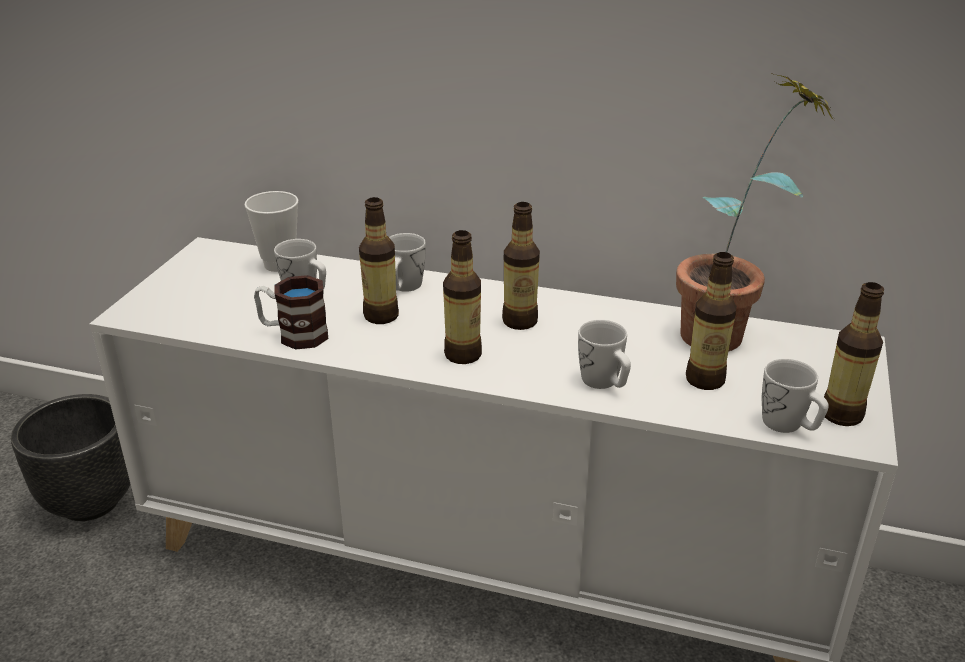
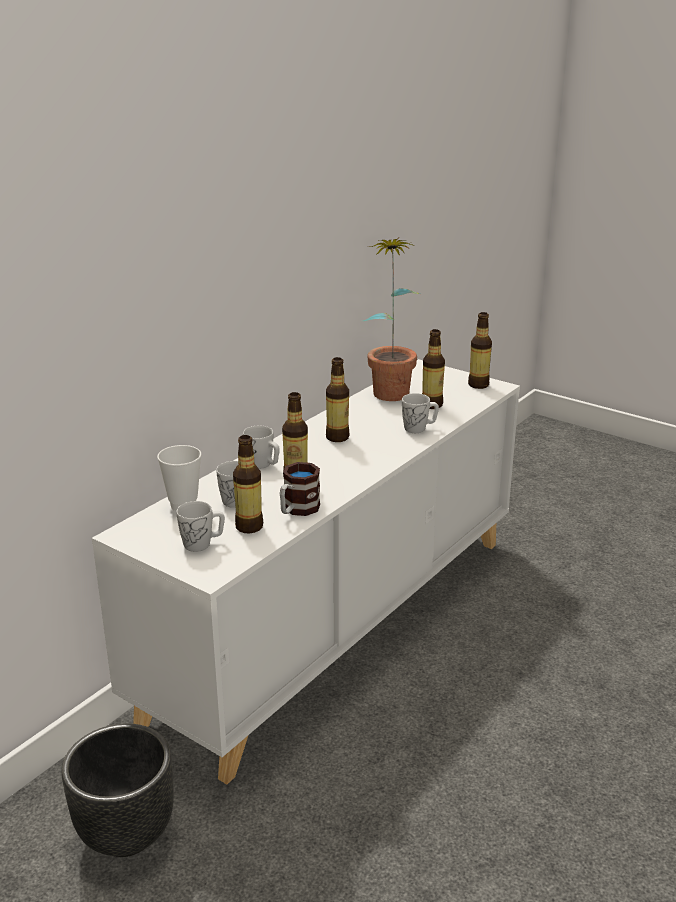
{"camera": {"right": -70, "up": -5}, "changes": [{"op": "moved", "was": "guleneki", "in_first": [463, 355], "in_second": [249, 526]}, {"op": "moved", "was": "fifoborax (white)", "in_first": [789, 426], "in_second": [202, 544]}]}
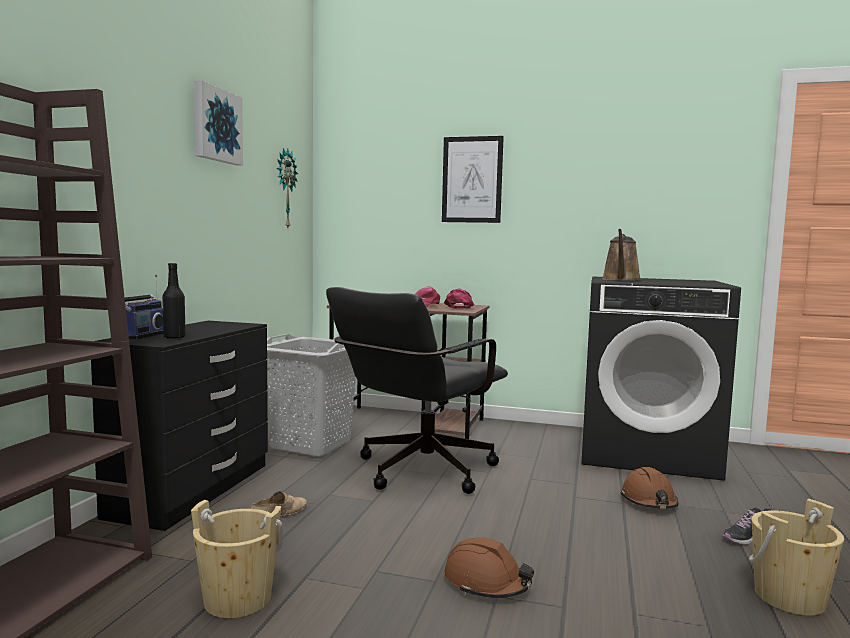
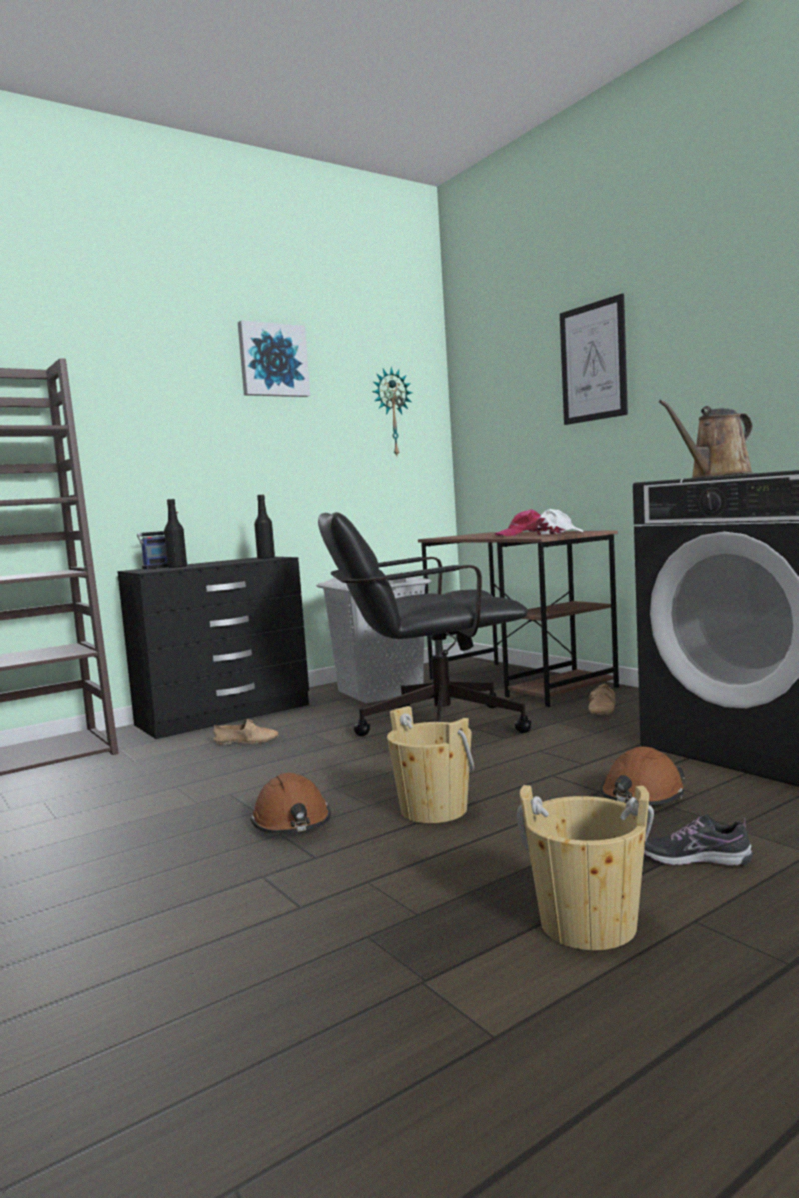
{"camera": {"right": 40, "up": 0}, "changes": [{"op": "recoloured", "was": "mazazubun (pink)", "now": "mazazubun (white)", "in_first": [460, 307], "in_second": [558, 534]}, {"op": "moved", "was": "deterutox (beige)", "in_first": [238, 599], "in_second": [434, 810]}, {"op": "added", "now": "guleneki (black)", "in_second": [266, 558]}, {"op": "added", "now": "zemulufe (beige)", "in_second": [604, 709]}]}
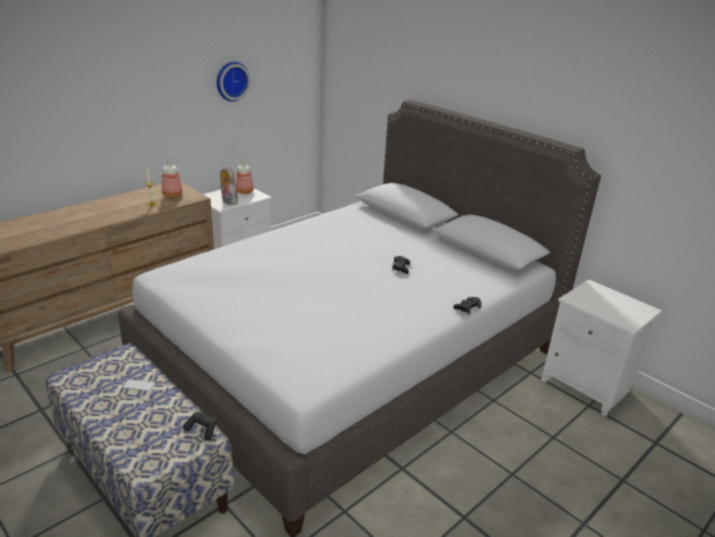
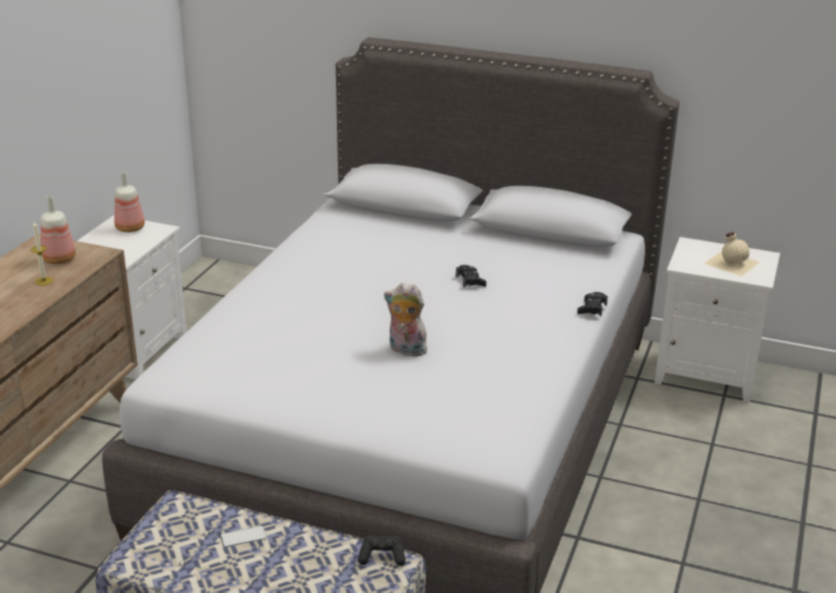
{"camera": {"right": -25, "up": 0}, "changes": [{"op": "removed", "was": "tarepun", "in_first": [231, 81]}, {"op": "moved", "was": "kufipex", "in_first": [228, 201], "in_second": [405, 350]}, {"op": "added", "now": "guleneki (beige)", "in_second": [731, 262]}]}
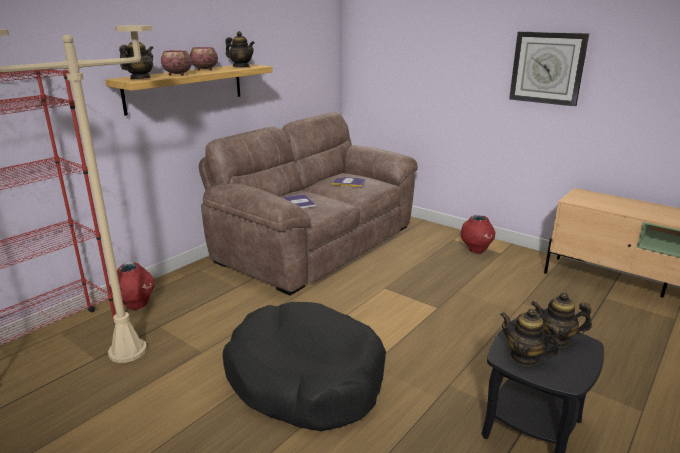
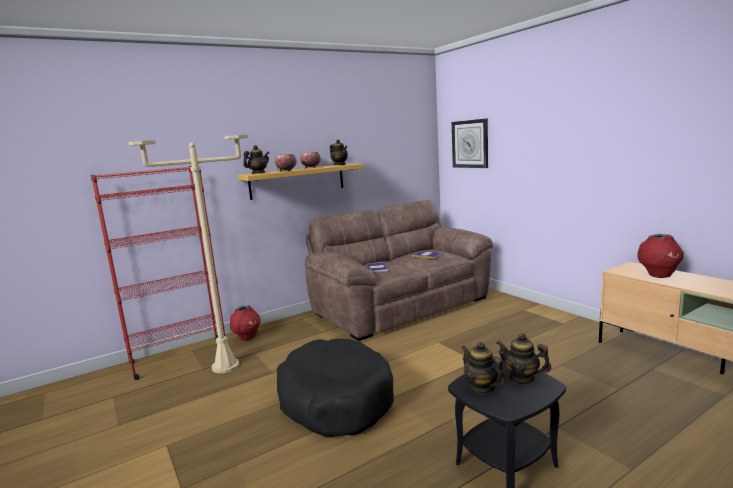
{"camera": {"right": 20, "up": -10}, "changes": [{"op": "moved", "was": "tarepun", "in_first": [547, 68], "in_second": [470, 144]}, {"op": "moved", "was": "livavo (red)", "in_first": [476, 250], "in_second": [658, 275]}]}
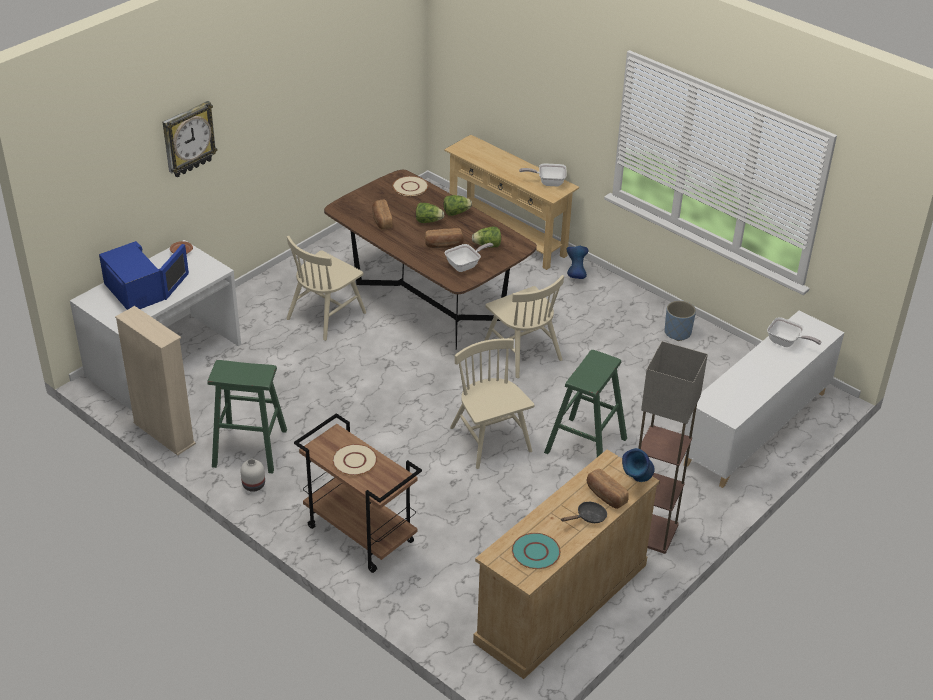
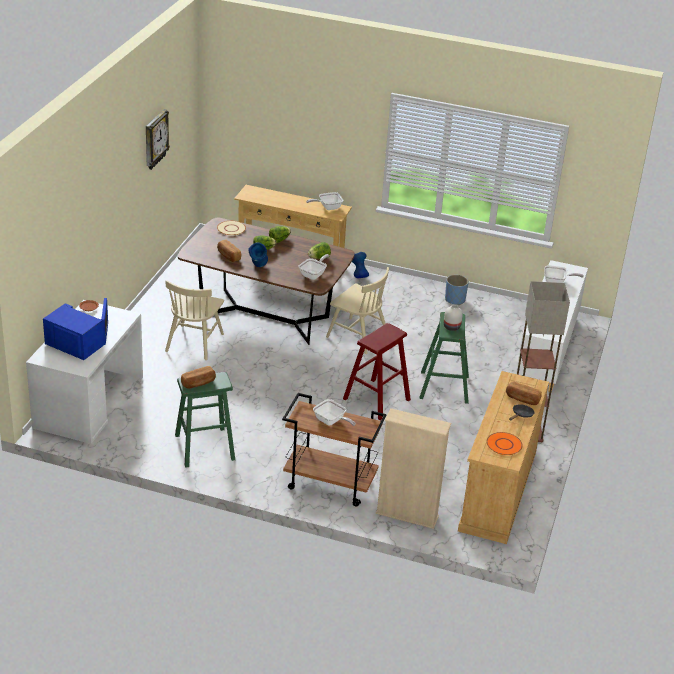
{"camera": {"right": -25, "up": -5}, "changes": [{"op": "moved", "was": "tarepun", "in_first": [188, 139], "in_second": [155, 139]}, {"op": "moved", "was": "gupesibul", "in_first": [444, 245], "in_second": [198, 383]}, {"op": "moved", "was": "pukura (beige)", "in_first": [164, 433], "in_second": [407, 515]}, {"op": "replaced", "was": "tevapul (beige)", "now": "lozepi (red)", "in_first": [490, 440], "in_second": [376, 399]}, {"op": "replaced", "was": "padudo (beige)", "now": "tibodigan", "in_first": [354, 461], "in_second": [331, 422]}, {"op": "moved", "was": "livavo (blue)", "in_first": [636, 482], "in_second": [258, 268]}, {"op": "moved", "was": "livavo (white)", "in_first": [253, 485], "in_second": [451, 327]}, {"op": "recoloured", "was": "padudo (turquoise)", "now": "padudo (orange)", "in_first": [536, 552], "in_second": [504, 445]}]}
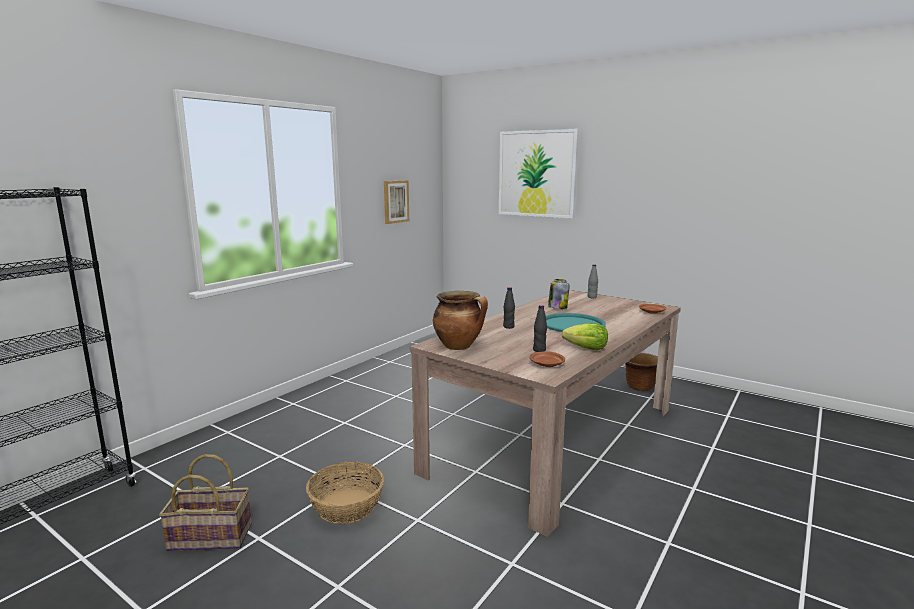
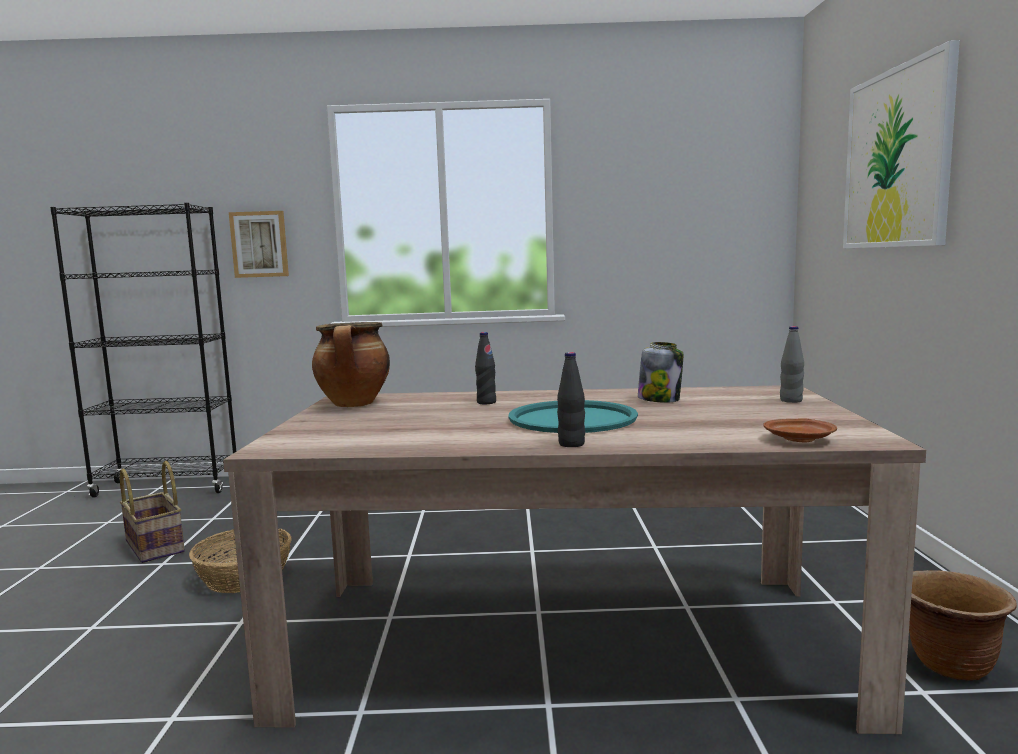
{"camera": {"right": 55, "up": -5}, "changes": [{"op": "moved", "was": "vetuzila", "in_first": [395, 201], "in_second": [259, 244]}, {"op": "moved", "was": "guleneki (black)", "in_first": [539, 350], "in_second": [571, 444]}, {"op": "removed", "was": "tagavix", "in_first": [586, 348]}, {"op": "removed", "was": "padudo (brown)", "in_first": [547, 365]}]}
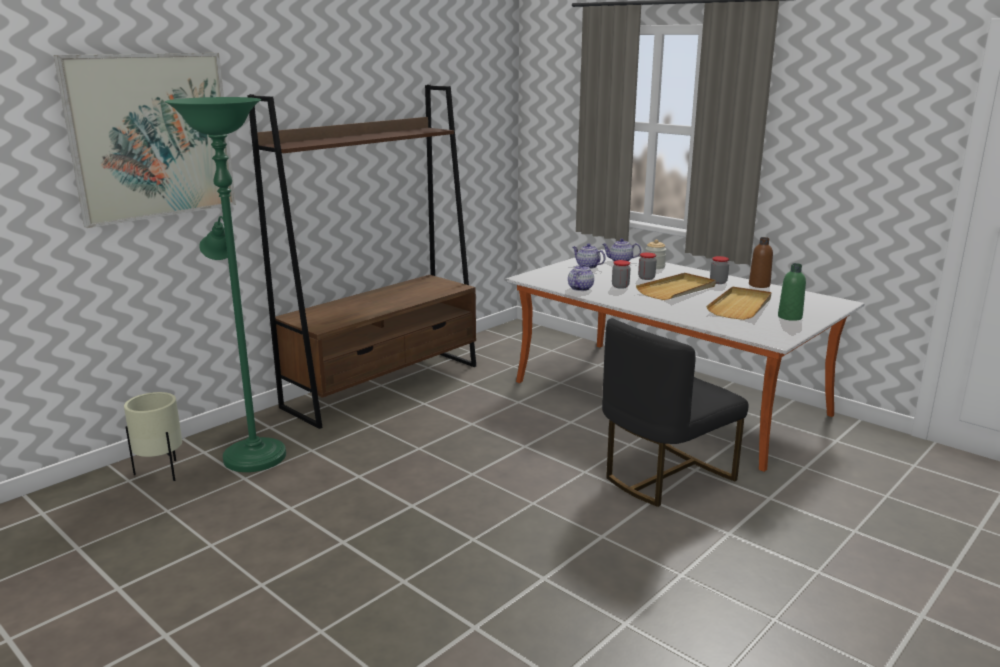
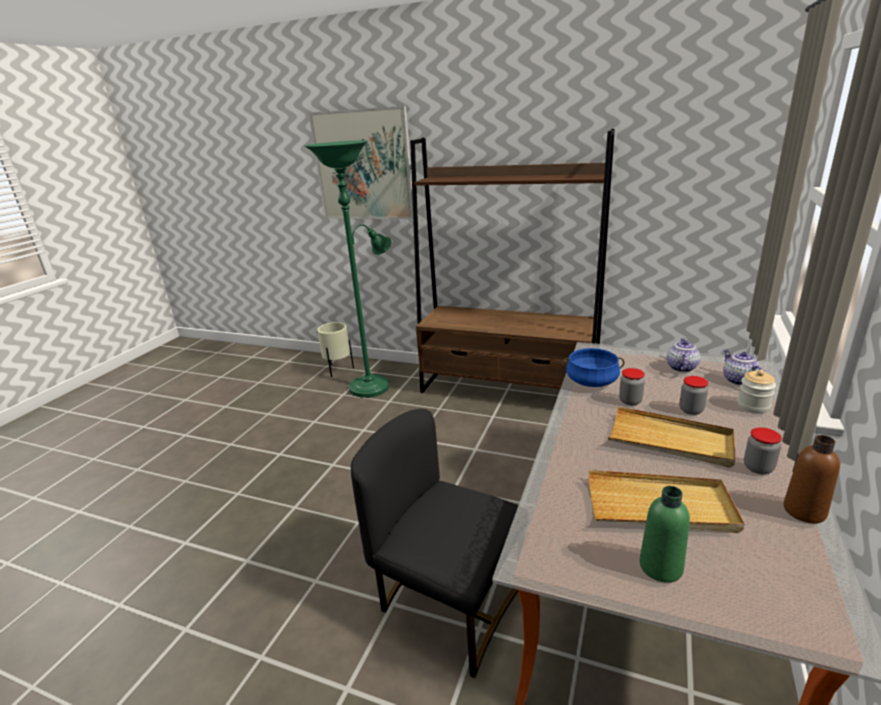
{"camera": {"right": 70, "up": 5}, "changes": [{"op": "replaced", "was": "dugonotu", "now": "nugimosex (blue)", "in_first": [580, 288], "in_second": [592, 381]}]}
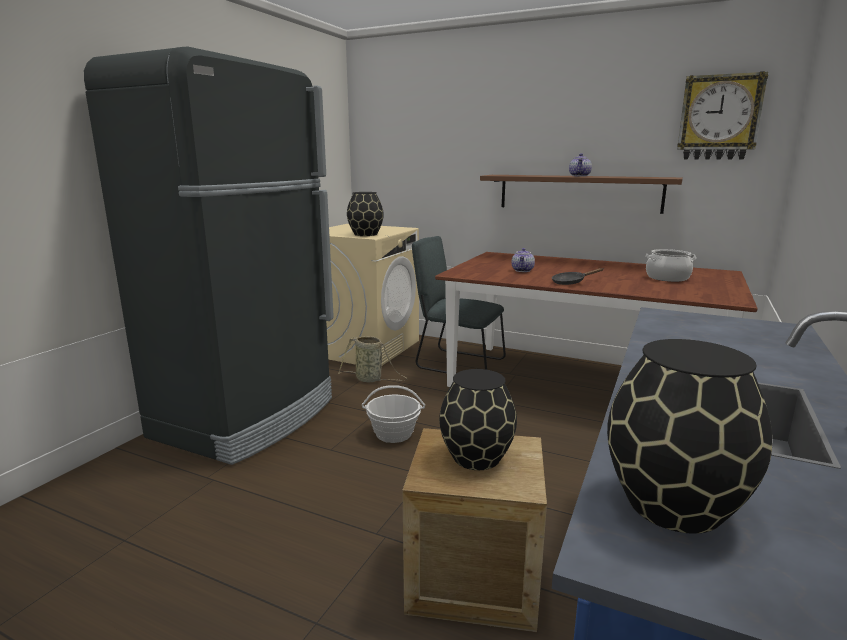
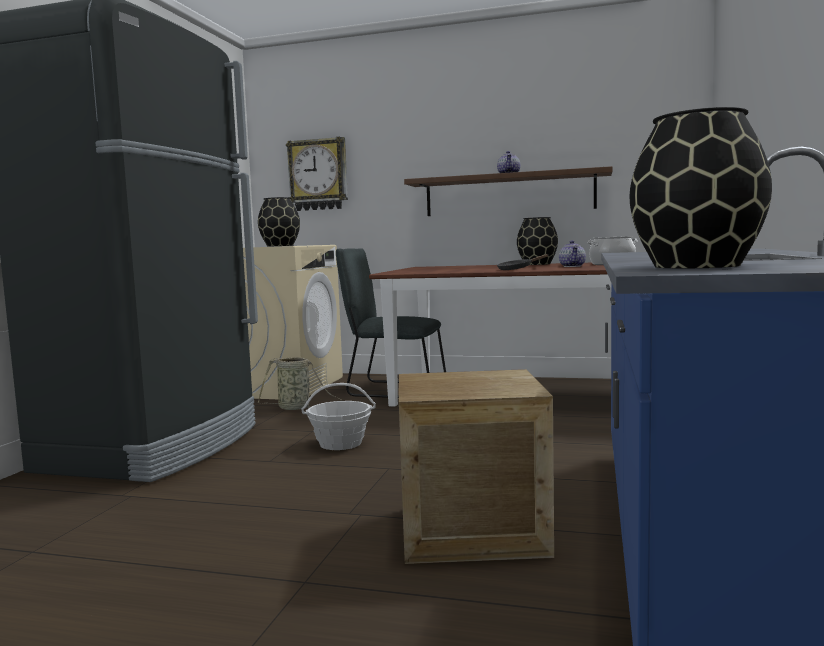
{"camera": {"right": -10, "up": -10}, "changes": [{"op": "moved", "was": "tarepun", "in_first": [719, 118], "in_second": [318, 175]}, {"op": "moved", "was": "dugonotu", "in_first": [523, 270], "in_second": [573, 266]}, {"op": "moved", "was": "livavo (black)", "in_first": [477, 457], "in_second": [538, 264]}]}
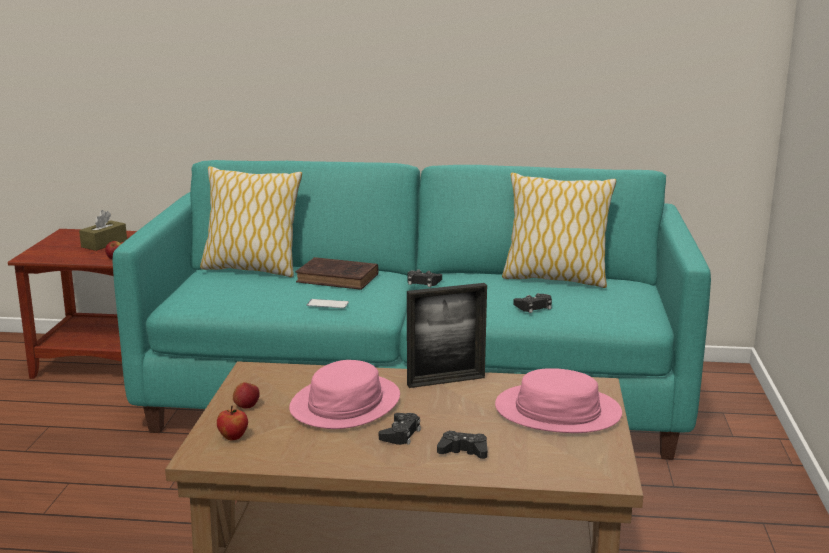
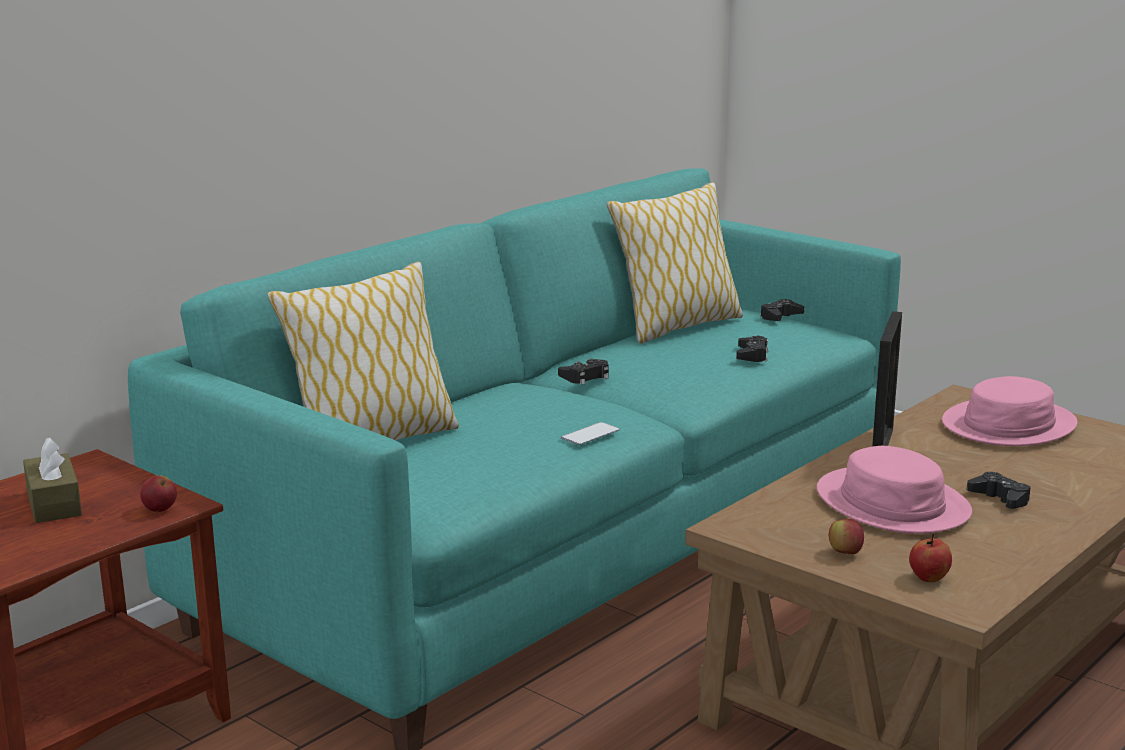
{"camera": {"right": -55, "up": 0}, "changes": [{"op": "removed", "was": "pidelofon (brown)", "in_first": [339, 278]}, {"op": "moved", "was": "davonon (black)", "in_first": [463, 451], "in_second": [780, 316]}]}
